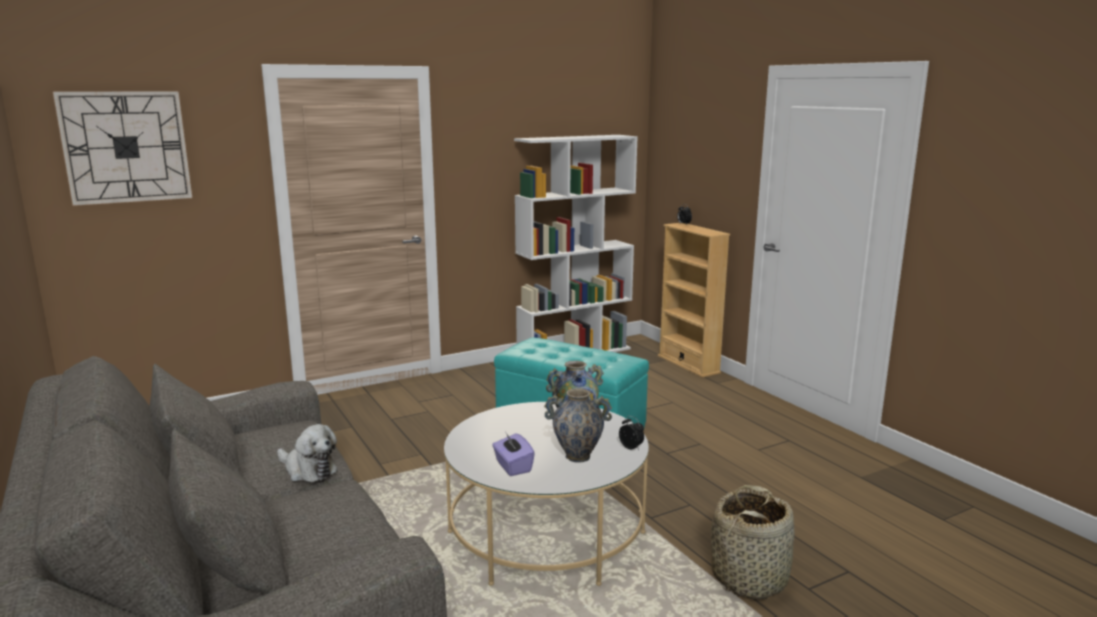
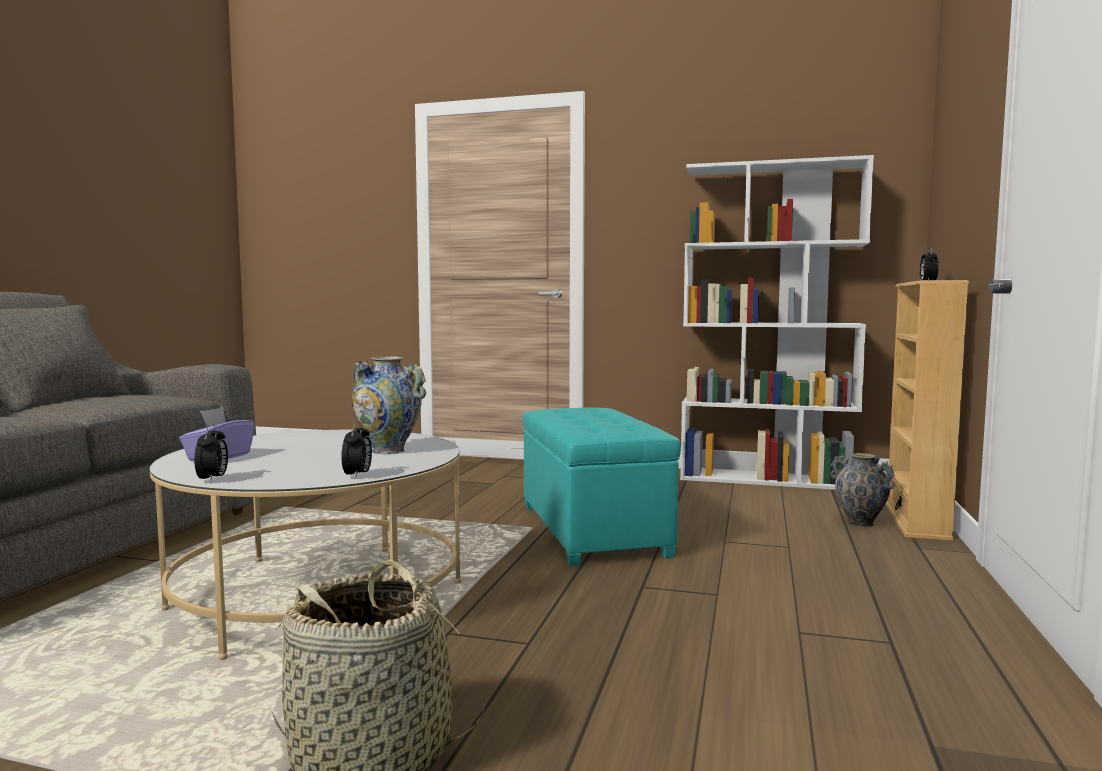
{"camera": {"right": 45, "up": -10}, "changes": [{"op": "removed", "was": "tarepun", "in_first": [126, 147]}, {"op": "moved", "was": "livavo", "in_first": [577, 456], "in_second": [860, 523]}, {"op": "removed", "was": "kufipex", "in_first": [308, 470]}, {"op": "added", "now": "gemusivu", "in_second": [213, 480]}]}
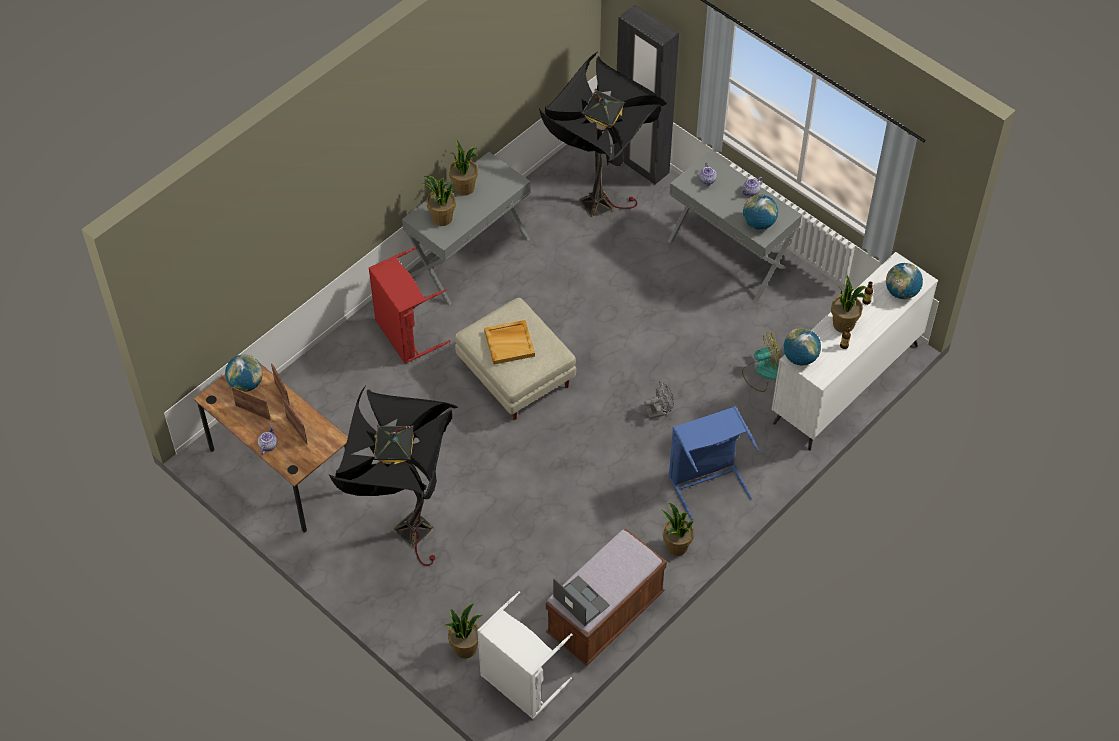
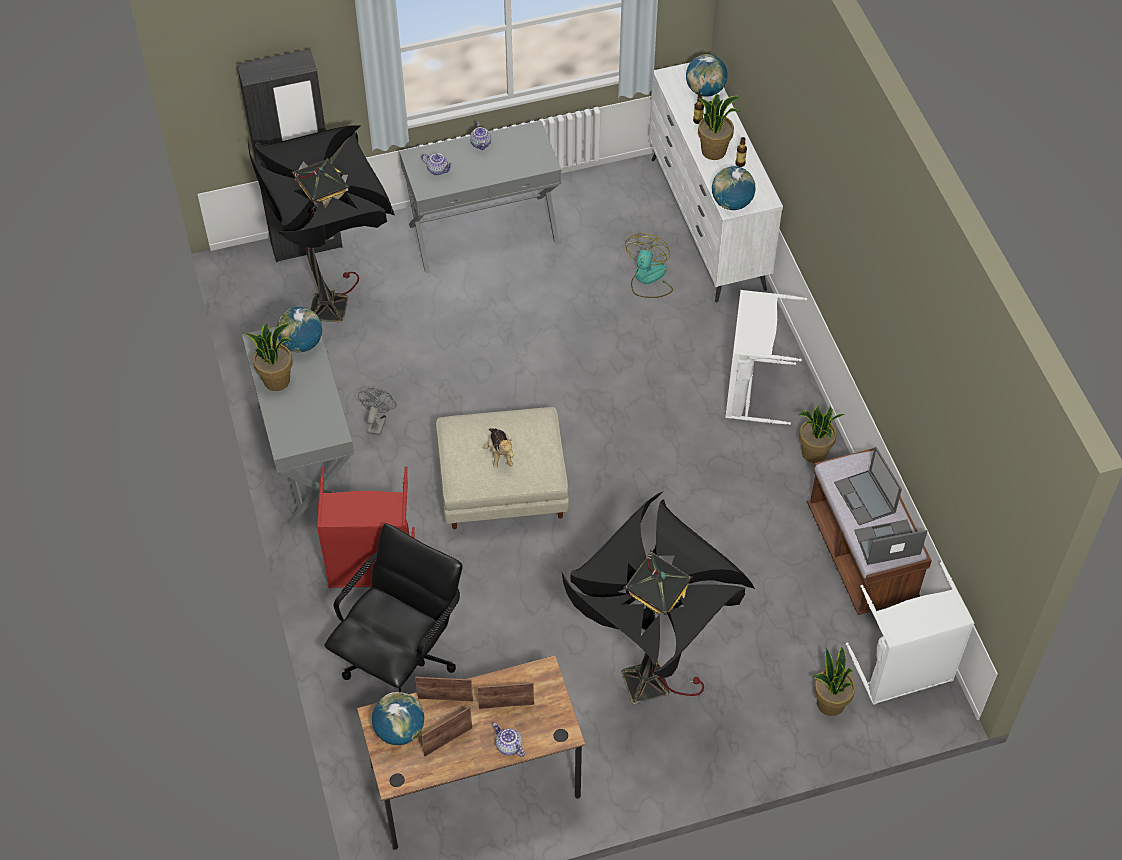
{"camera": {"right": -60, "up": 0}, "changes": [{"op": "removed", "was": "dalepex", "in_first": [442, 218]}, {"op": "moved", "was": "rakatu", "in_first": [759, 223], "in_second": [301, 343]}, {"op": "replaced", "was": "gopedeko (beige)", "now": "kufipex", "in_first": [509, 343], "in_second": [499, 453]}, {"op": "moved", "was": "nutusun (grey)", "in_first": [659, 411], "in_second": [377, 422]}, {"op": "recoloured", "was": "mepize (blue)", "now": "mepize (white)", "in_first": [706, 481], "in_second": [750, 389]}, {"op": "added", "now": "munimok", "in_second": [865, 498]}, {"op": "added", "now": "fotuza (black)", "in_second": [401, 658]}]}
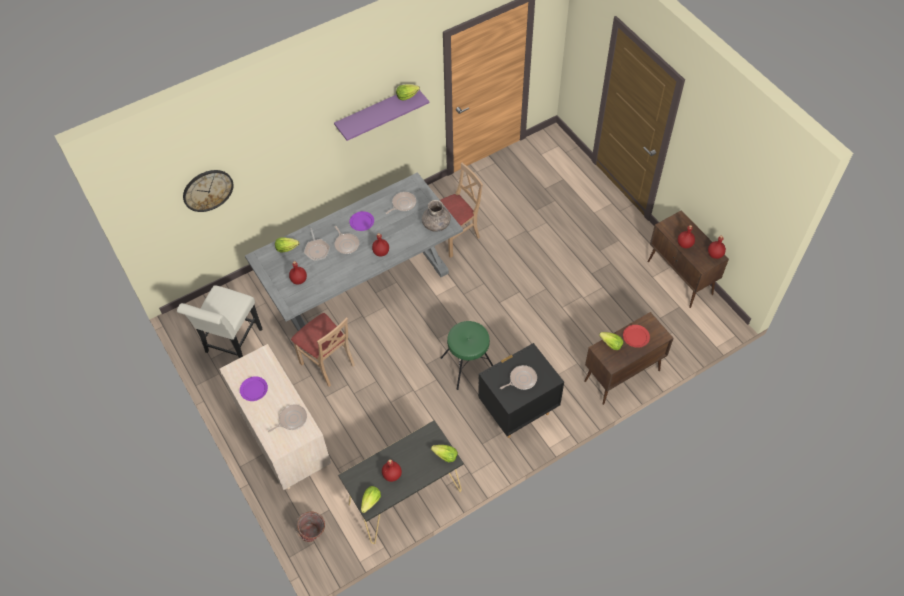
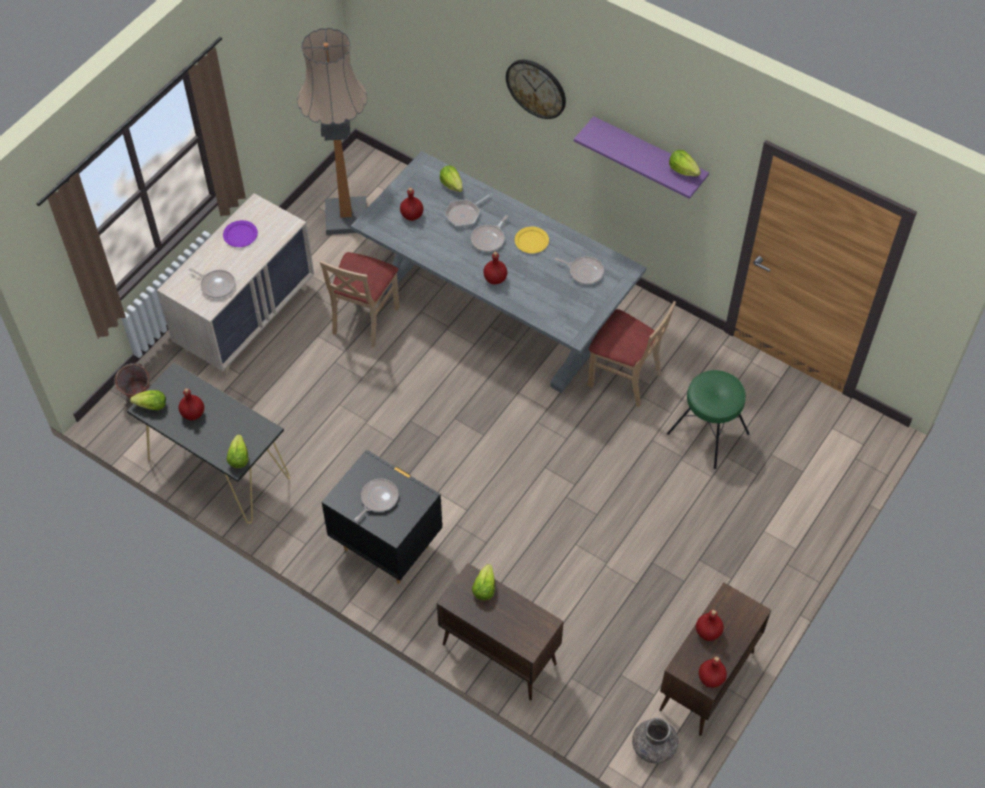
{"camera": {"right": 65, "up": 0}, "changes": [{"op": "moved", "was": "tarepun", "in_first": [207, 190], "in_second": [536, 88]}, {"op": "moved", "was": "livavo (grey)", "in_first": [436, 224], "in_second": [654, 746]}, {"op": "recoloured", "was": "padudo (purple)", "now": "padudo (yellow)", "in_first": [362, 222], "in_second": [531, 241]}, {"op": "replaced", "was": "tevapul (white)", "now": "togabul", "in_first": [231, 344], "in_second": [346, 217]}, {"op": "moved", "was": "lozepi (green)", "in_first": [468, 365], "in_second": [708, 433]}, {"op": "removed", "was": "padudo (red)", "in_first": [636, 336]}, {"op": "turned", "was": "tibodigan", "in_first": [521, 379], "in_second": [378, 499], "clockwise": -90}]}
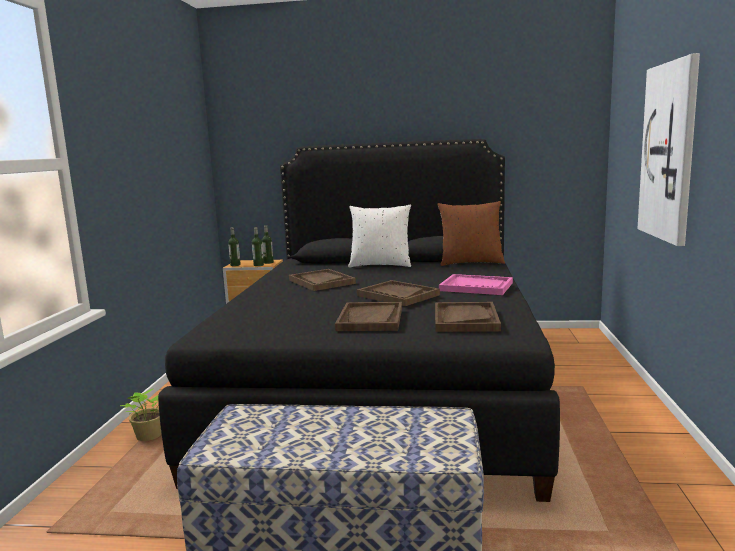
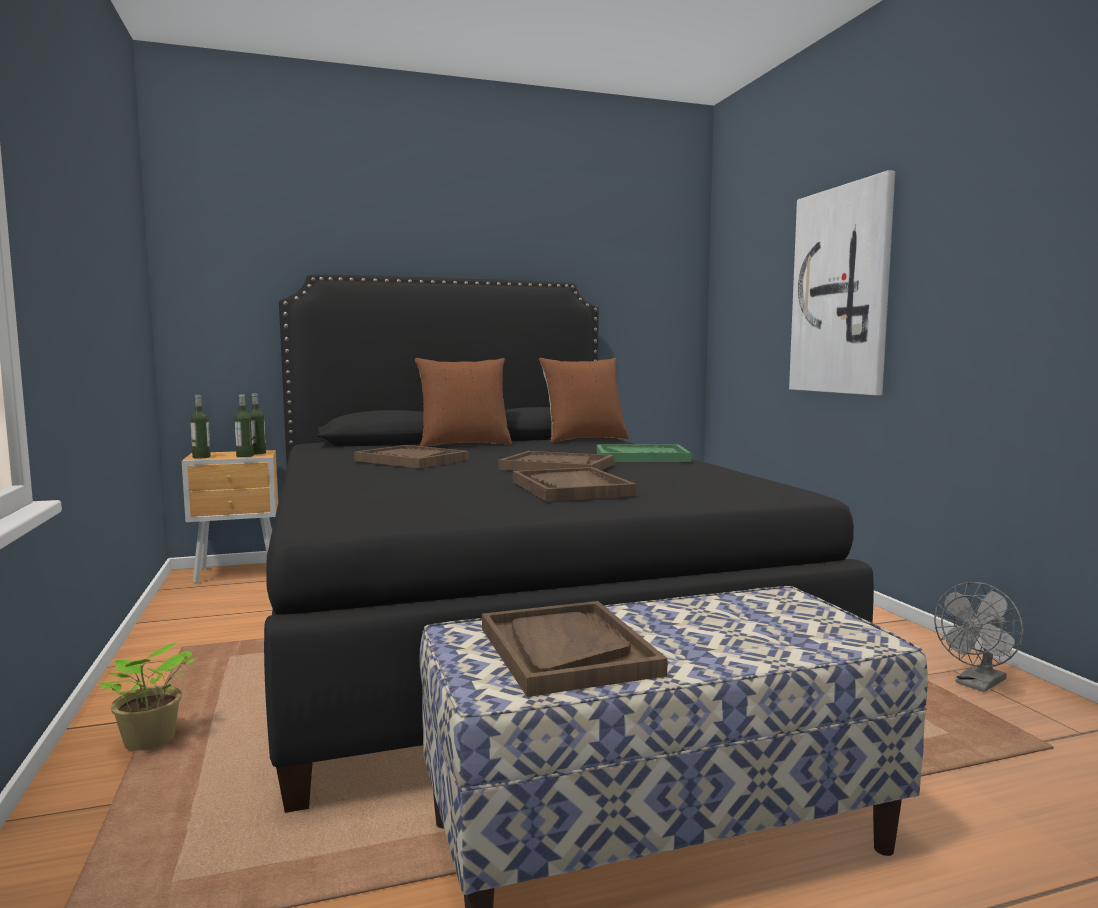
{"camera": {"right": -25, "up": -5}, "changes": [{"op": "recoloured", "was": "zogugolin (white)", "now": "zogugolin (brown)", "in_first": [380, 265], "in_second": [464, 444]}, {"op": "recoloured", "was": "gopedeko (pink)", "now": "gopedeko (green)", "in_first": [476, 287], "in_second": [642, 457]}, {"op": "moved", "was": "gopedeko (brown)", "in_first": [465, 319], "in_second": [566, 650]}, {"op": "added", "now": "nutusun (grey)", "in_second": [977, 684]}]}
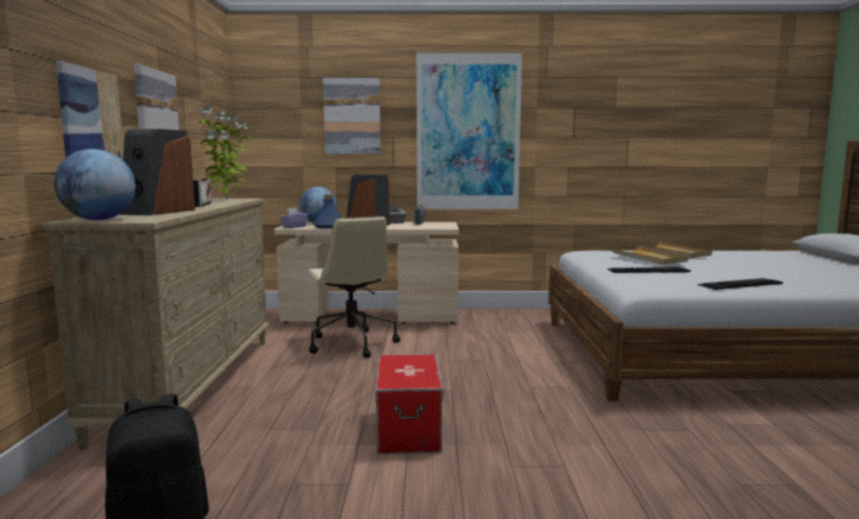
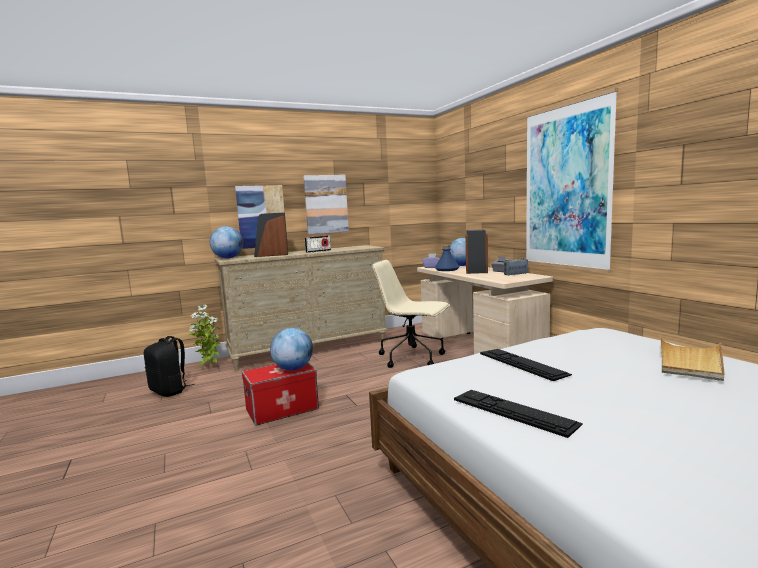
{"camera": {"right": 65, "up": 0}, "changes": [{"op": "removed", "was": "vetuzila", "in_first": [352, 116]}, {"op": "moved", "was": "dalepex", "in_first": [226, 199], "in_second": [210, 368]}, {"op": "turned", "was": "fotuza (beige)", "in_first": [351, 343], "in_second": [412, 357], "clockwise": 75}, {"op": "removed", "was": "gopedeko (beige)", "in_first": [649, 258]}, {"op": "added", "now": "rakatu", "in_second": [293, 369]}]}
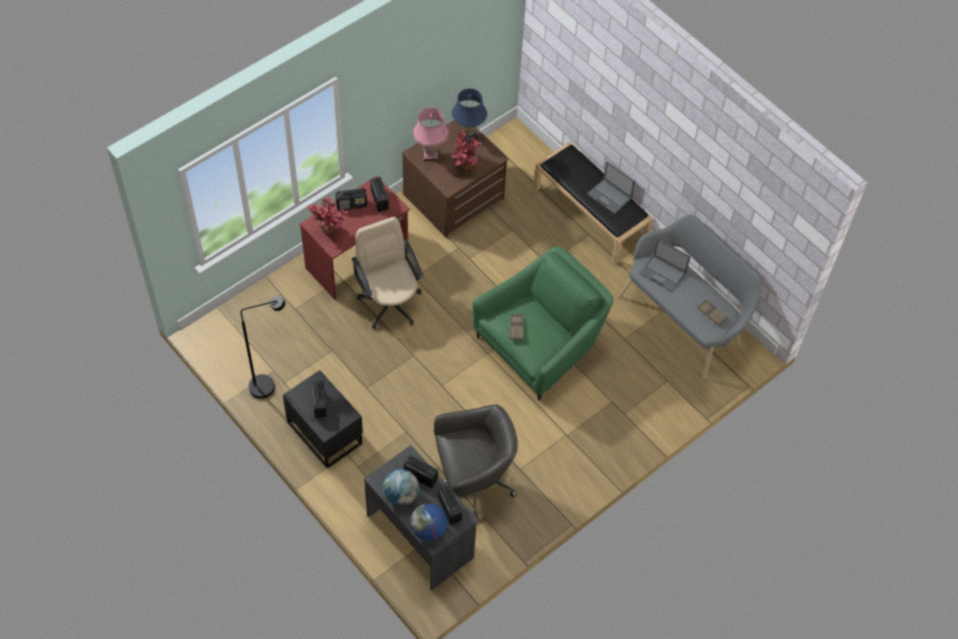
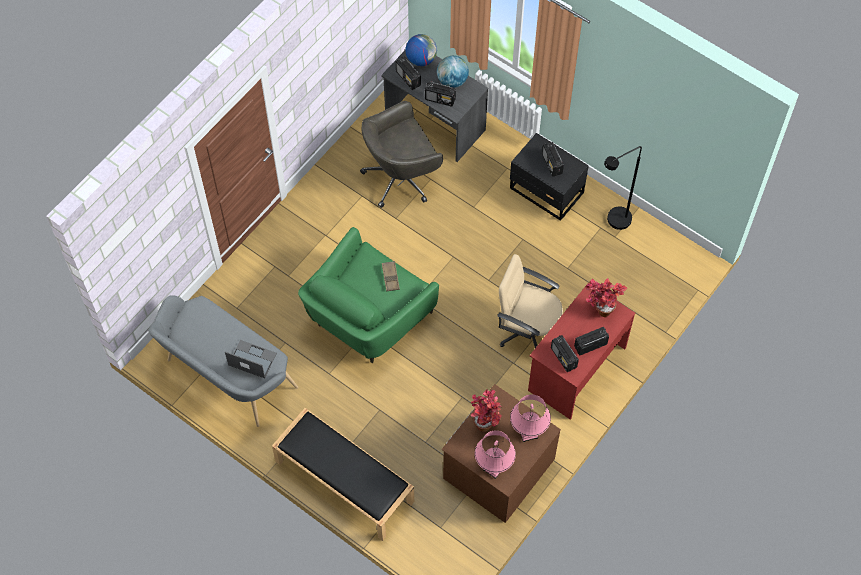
{"camera": {"right": 170, "up": 5}, "changes": [{"op": "recoloured", "was": "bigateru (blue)", "now": "bigateru (pink)", "in_first": [468, 136], "in_second": [493, 468]}, {"op": "removed", "was": "munimok", "in_first": [610, 196]}, {"op": "turned", "was": "fotuza (beige)", "in_first": [390, 303], "in_second": [528, 329], "clockwise": 150}, {"op": "removed", "was": "gopedeko (brown)", "in_first": [712, 314]}]}
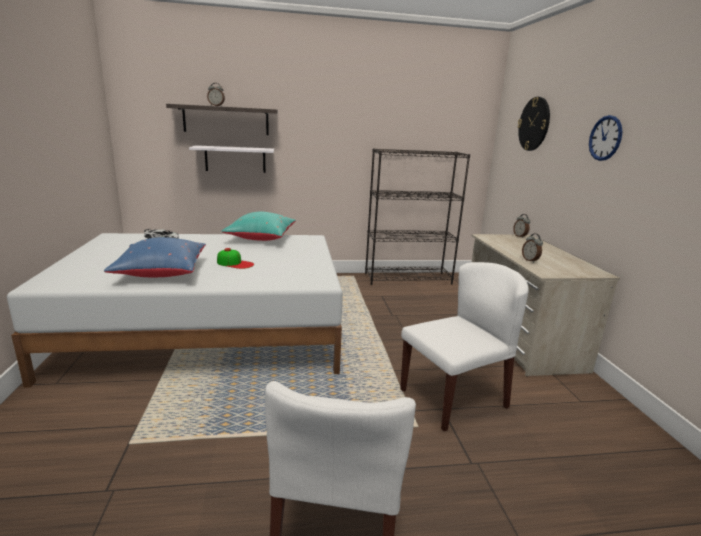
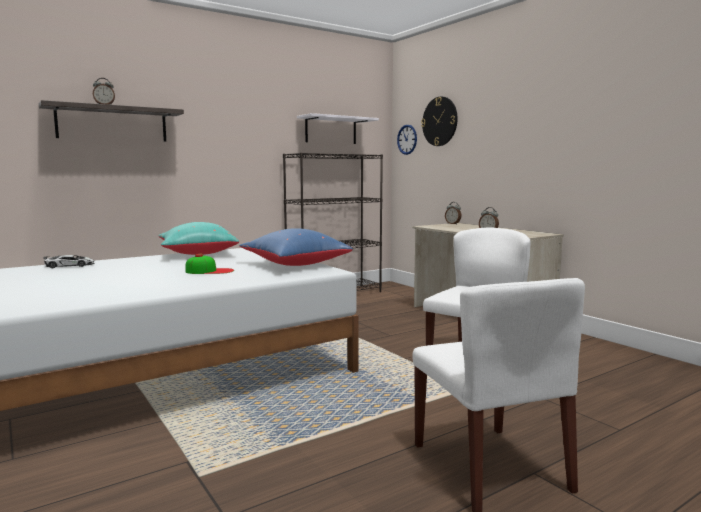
{"camera": {"right": -25, "up": -10}, "changes": [{"op": "moved", "was": "tarepun", "in_first": [605, 138], "in_second": [407, 139]}, {"op": "moved", "was": "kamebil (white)", "in_first": [235, 159], "in_second": [331, 130]}, {"op": "moved", "was": "zogugolin (blue)", "in_first": [161, 273], "in_second": [294, 265]}]}
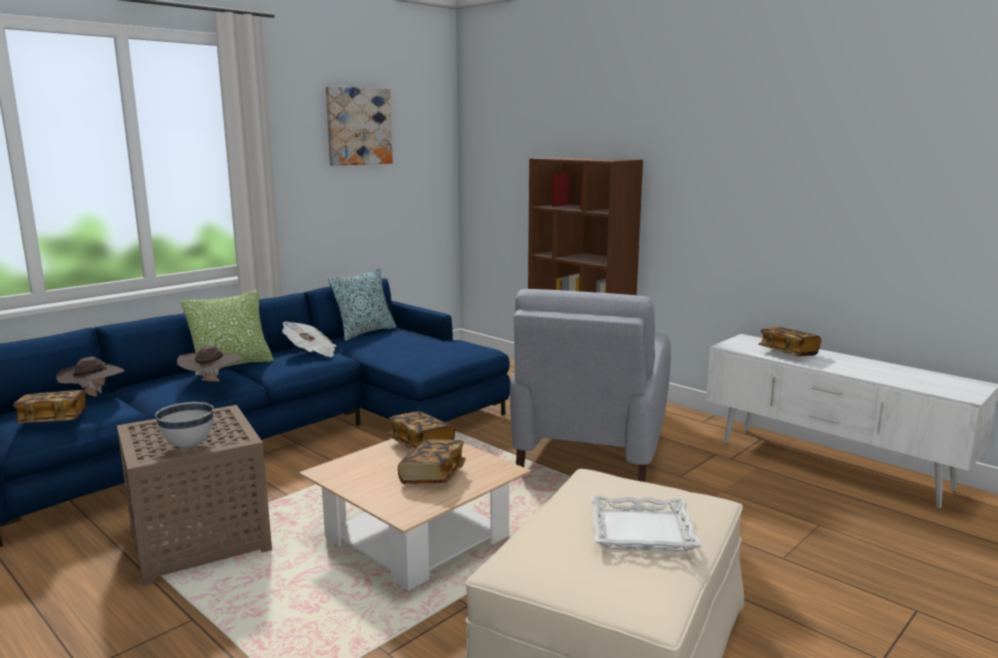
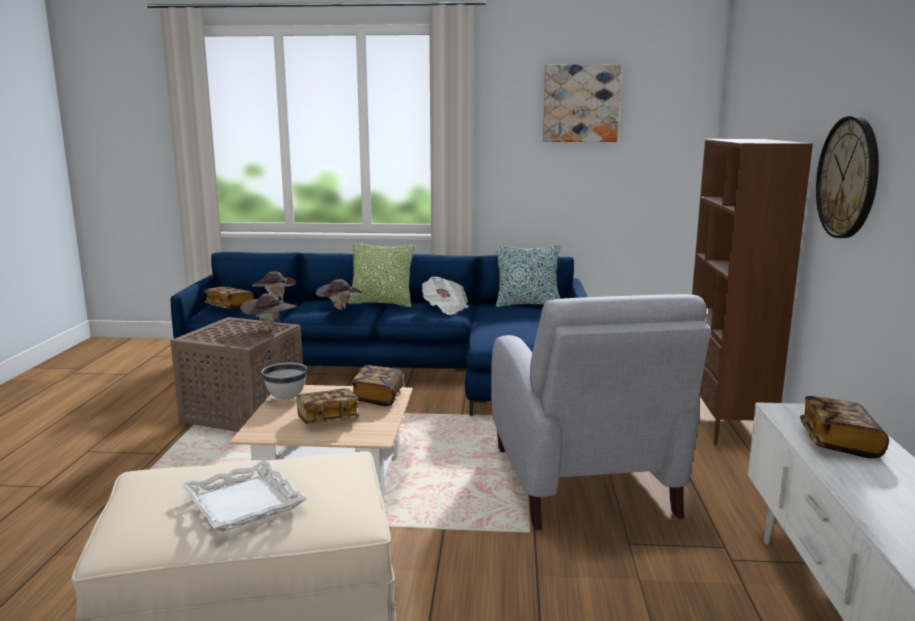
{"camera": {"right": 50, "up": 0}, "changes": [{"op": "turned", "was": "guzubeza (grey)", "in_first": [589, 456], "in_second": [584, 484], "clockwise": -75}, {"op": "moved", "was": "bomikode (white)", "in_first": [188, 445], "in_second": [286, 398]}, {"op": "added", "now": "tarepun", "in_second": [848, 177]}, {"op": "added", "now": "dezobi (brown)", "in_second": [270, 328]}]}
